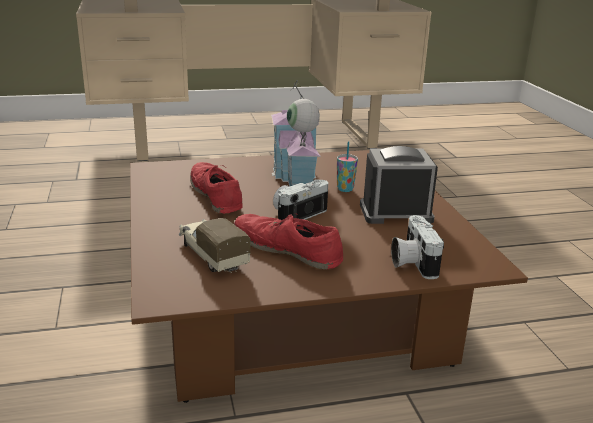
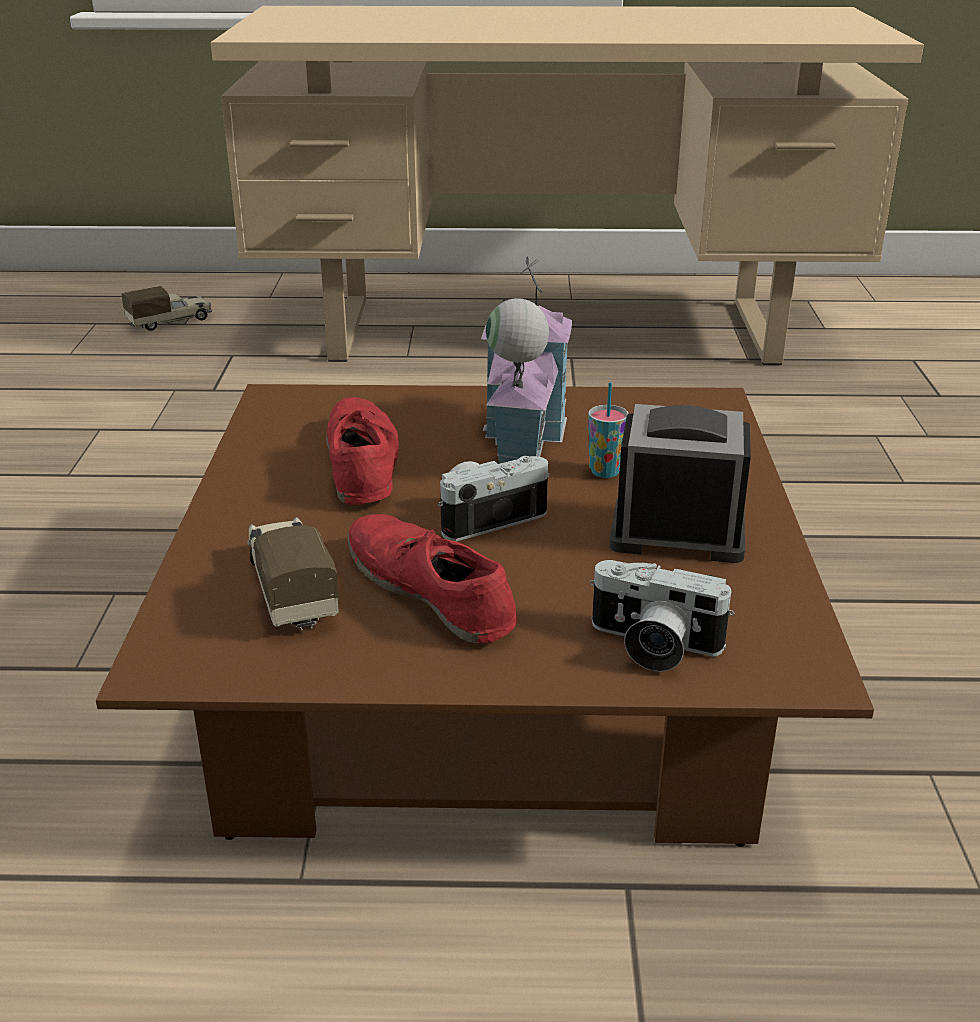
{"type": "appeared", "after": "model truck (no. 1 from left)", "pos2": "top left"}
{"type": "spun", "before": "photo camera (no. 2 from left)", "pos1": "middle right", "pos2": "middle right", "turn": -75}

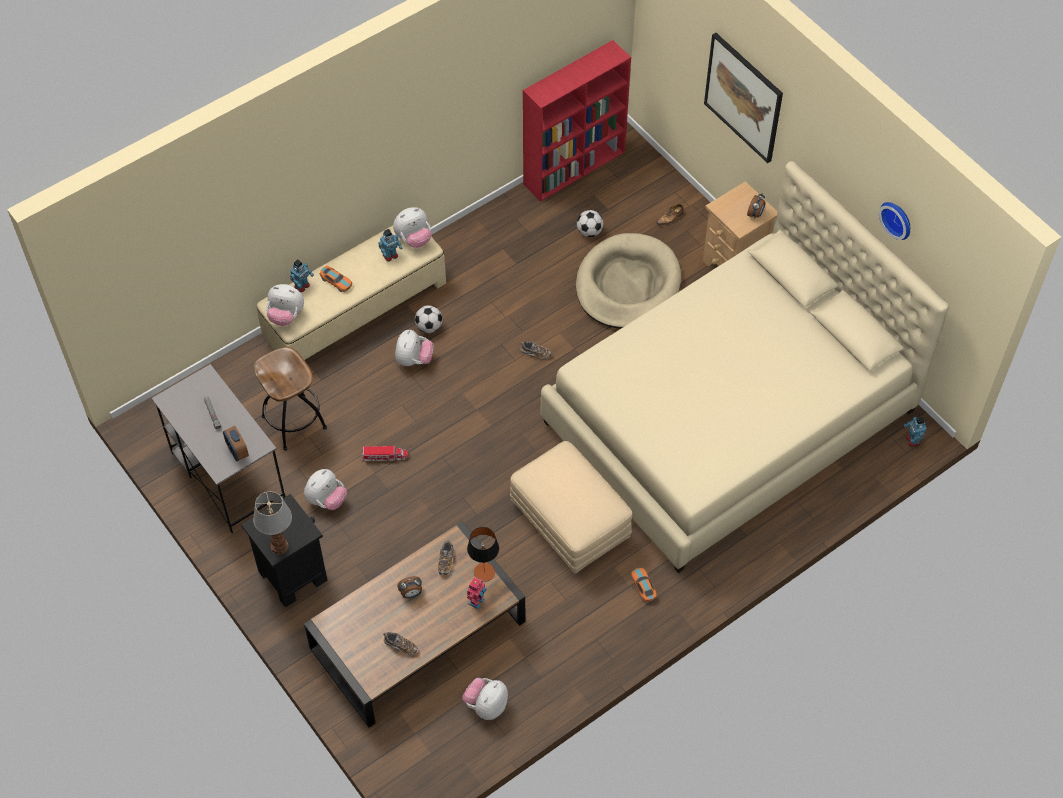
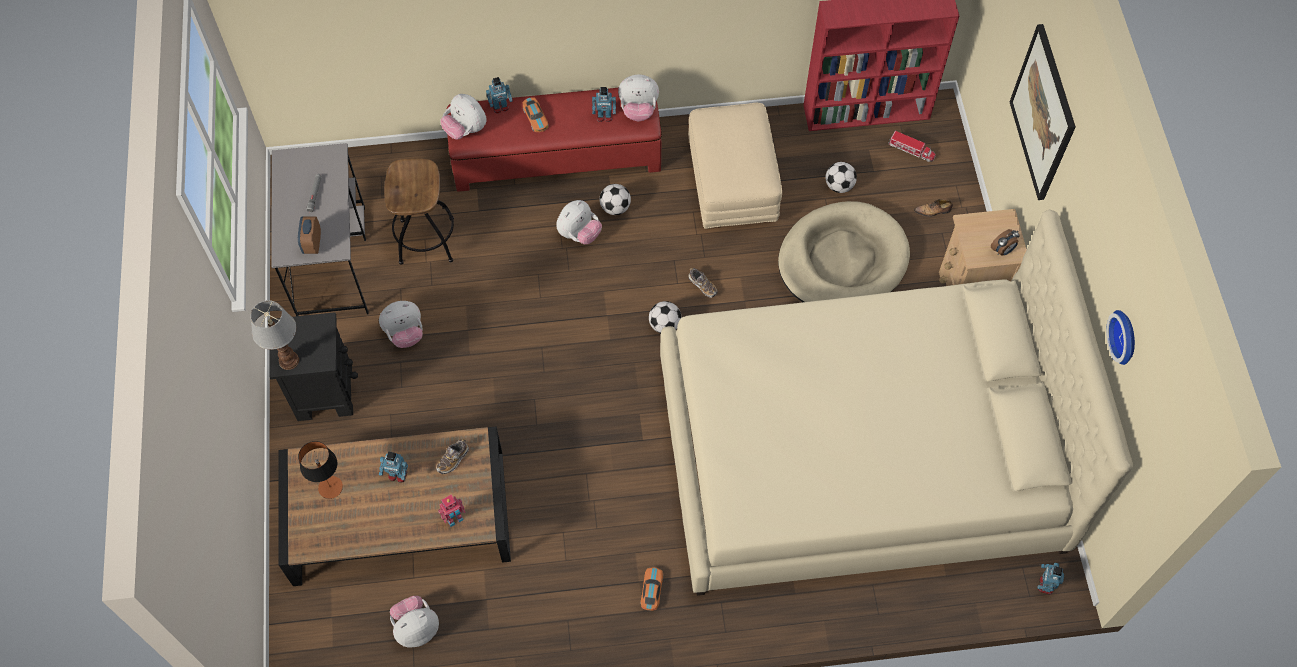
{"type": "missing", "before": "low shoe (no. 1 from left)", "pos1": "bottom centre"}
{"type": "appeared", "after": "ball for football (no. 2 from left)", "pos2": "centre"}
{"type": "relocated", "before": "model truck", "pos1": "centre", "pos2": "top right"}
{"type": "relocated", "before": "table lamp (no. 2 from left)", "pos1": "bottom centre", "pos2": "bottom left"}
{"type": "relocated", "before": "beige pouffe", "pos1": "centre", "pos2": "top centre"}
{"type": "exchanged", "before": "table clock (no. 2 from left)", "after": "toy robot (no. 1 from left)", "pos1": "bottom centre", "pos2": "bottom left"}
{"type": "colour", "before": "beige indoor bench", "after": "reddish indoor bench", "pos1": "middle left", "pos2": "top centre"}

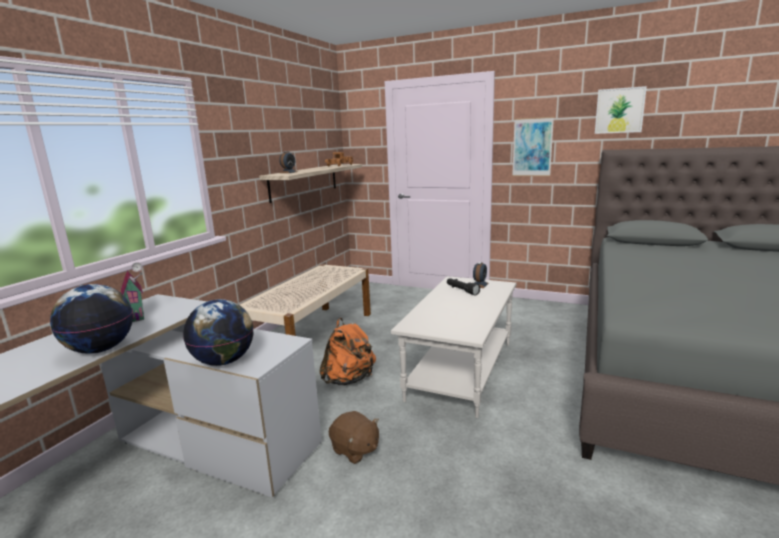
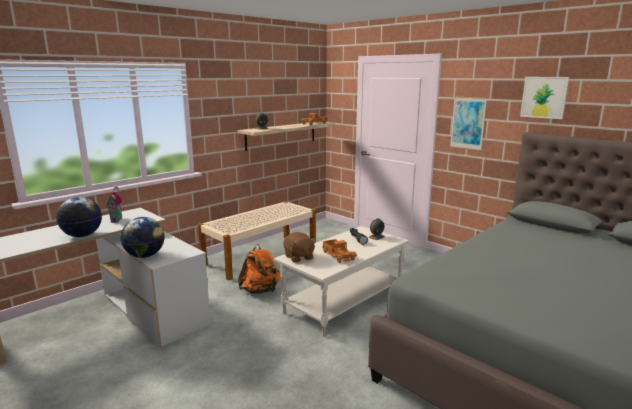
{"type": "appeared", "after": "model truck (no. 2 from left)", "pos2": "centre"}
{"type": "relocated", "before": "brown-coloured plush toy", "pos1": "bottom centre", "pos2": "centre"}

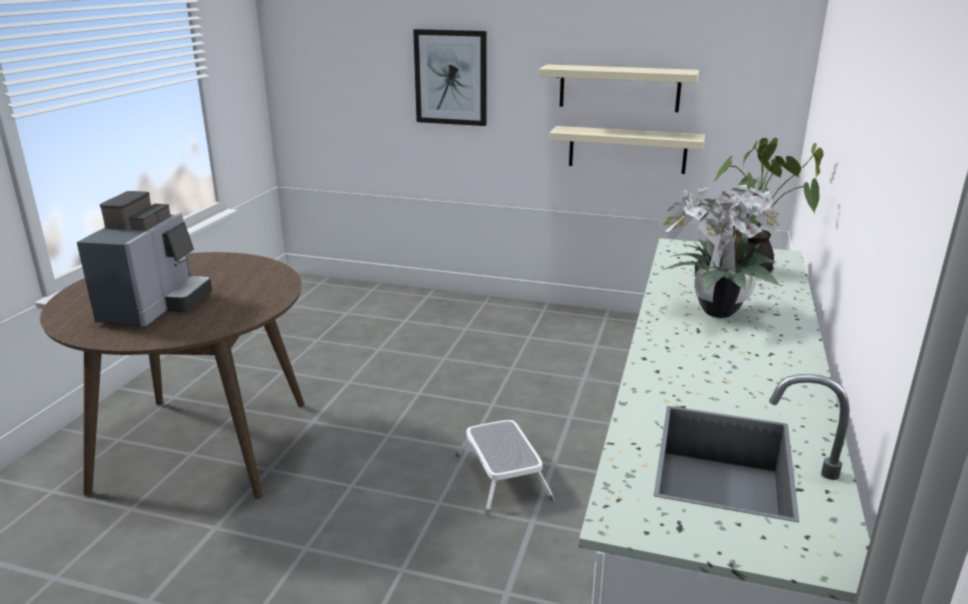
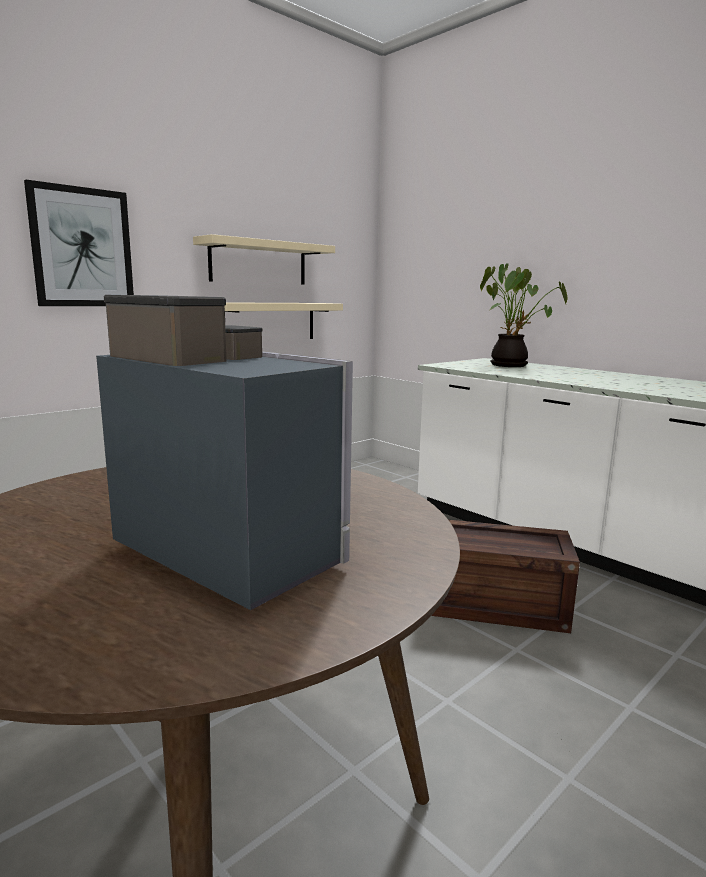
{"type": "missing", "before": "houseplant (no. 1 from left)", "pos1": "middle right"}
{"type": "exchanged", "before": "gray step ladder", "after": "crate", "pos1": "bottom centre", "pos2": "middle right"}

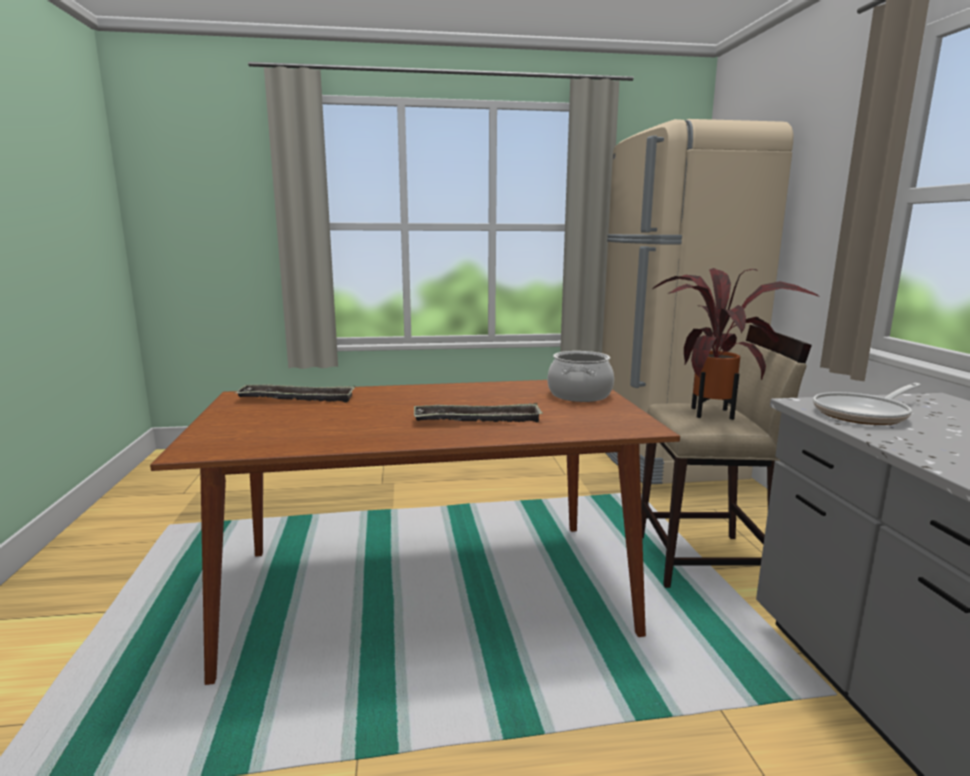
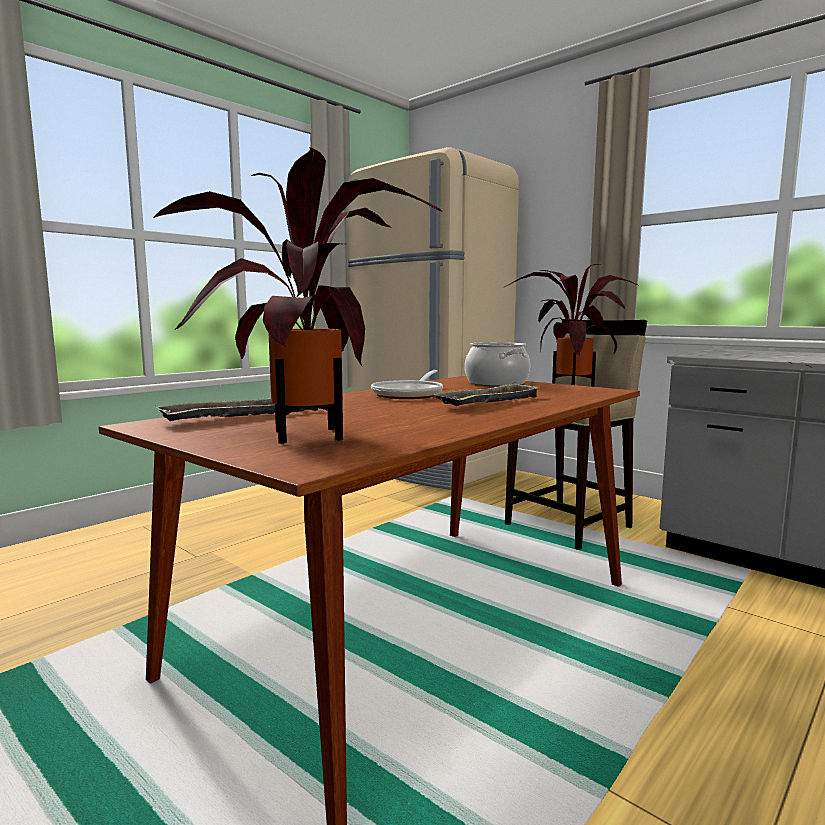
{"type": "appeared", "after": "houseplant (no. 1 from left)", "pos2": "centre"}
{"type": "relocated", "before": "frying pan", "pos1": "middle right", "pos2": "centre"}

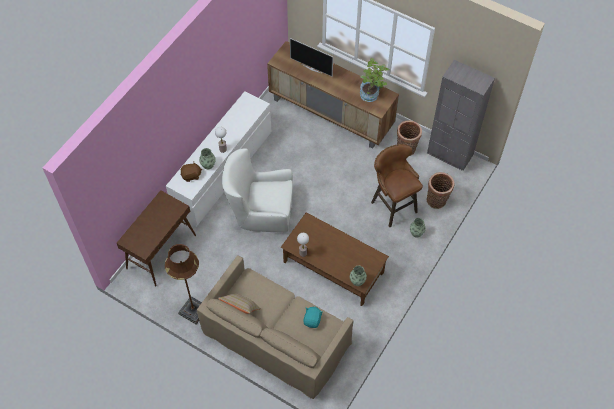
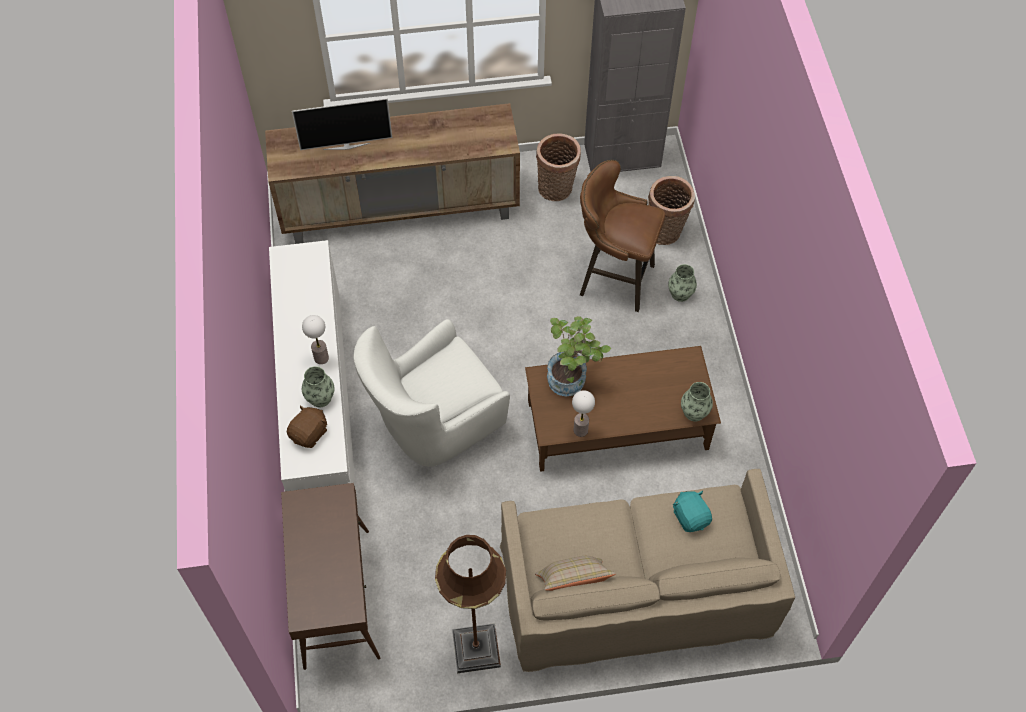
{"type": "relocated", "before": "houseplant", "pos1": "top centre", "pos2": "centre"}

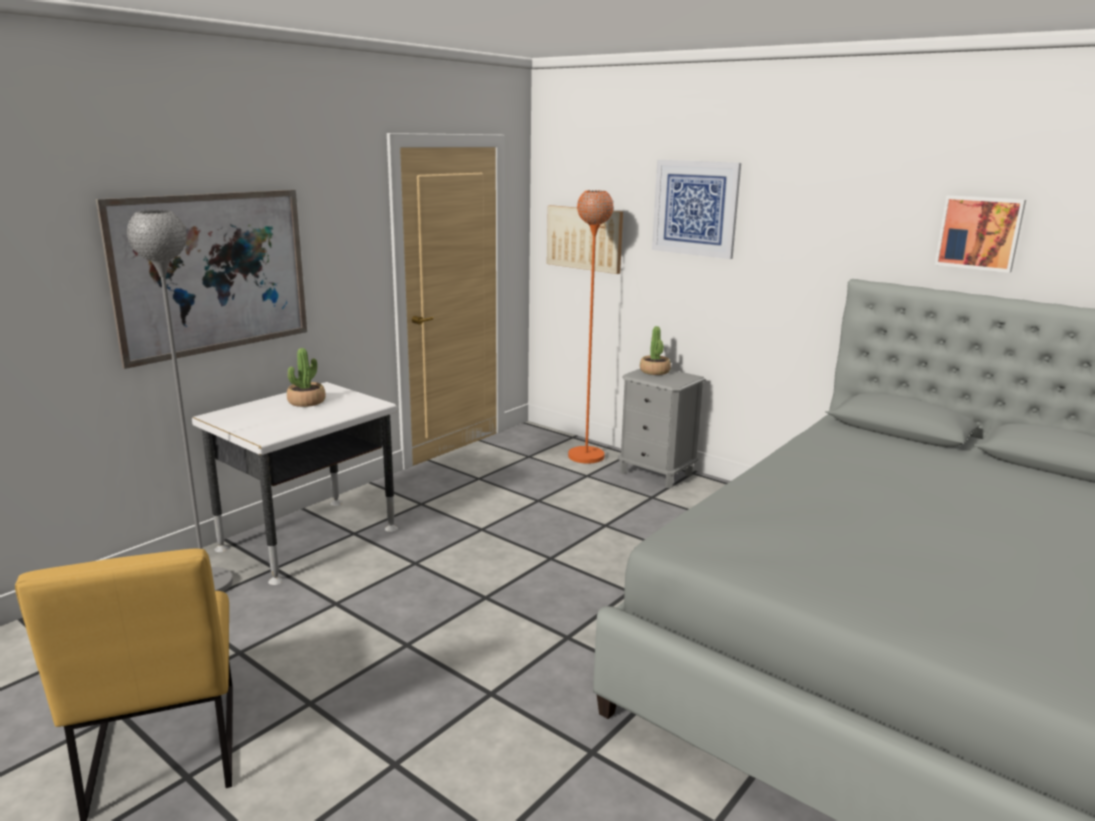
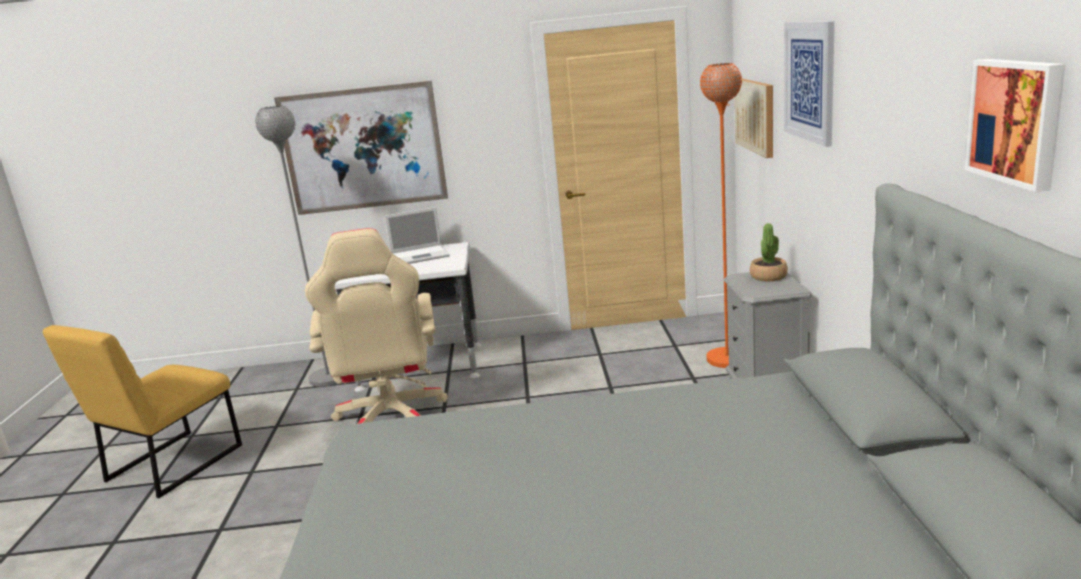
{"type": "appeared", "after": "beige desk chair", "pos2": "centre"}
{"type": "exchanged", "before": "houseplant (no. 1 from left)", "after": "laptop", "pos1": "middle left", "pos2": "centre"}

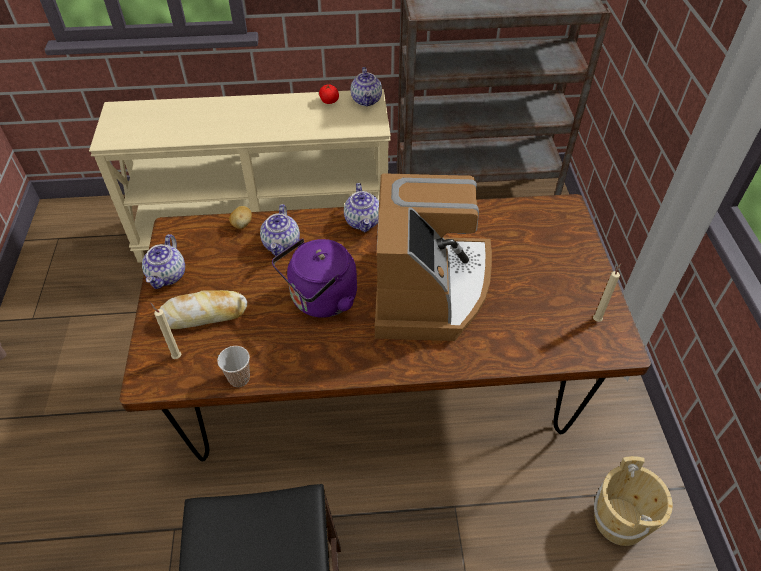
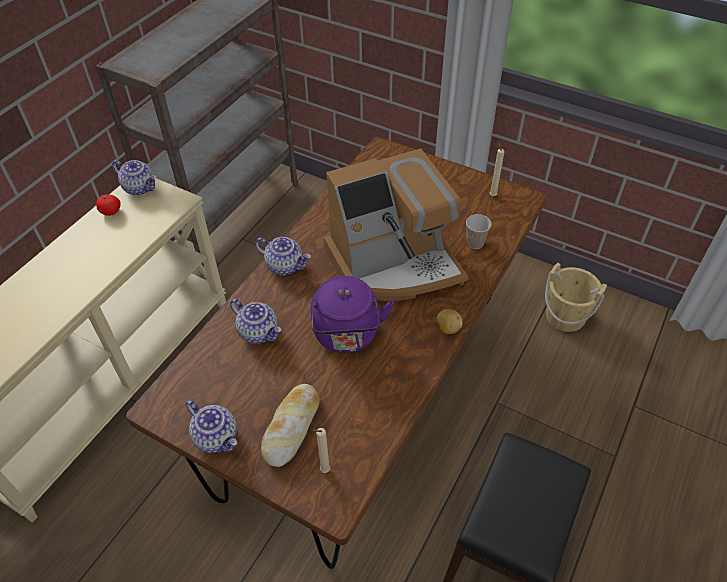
{"type": "relocated", "before": "drinking cup", "pos1": "middle left", "pos2": "centre"}
{"type": "relocated", "before": "spud", "pos1": "middle left", "pos2": "centre"}
{"type": "spun", "before": "coffee maker", "pos1": "centre", "pos2": "centre", "turn": 120}

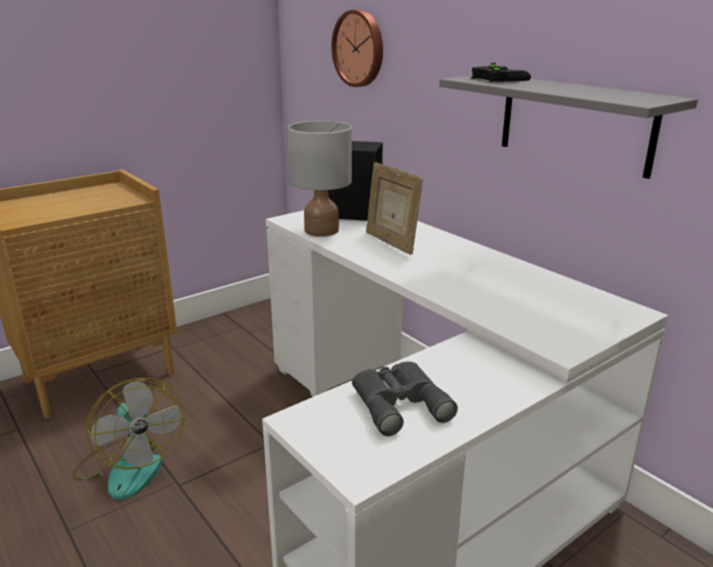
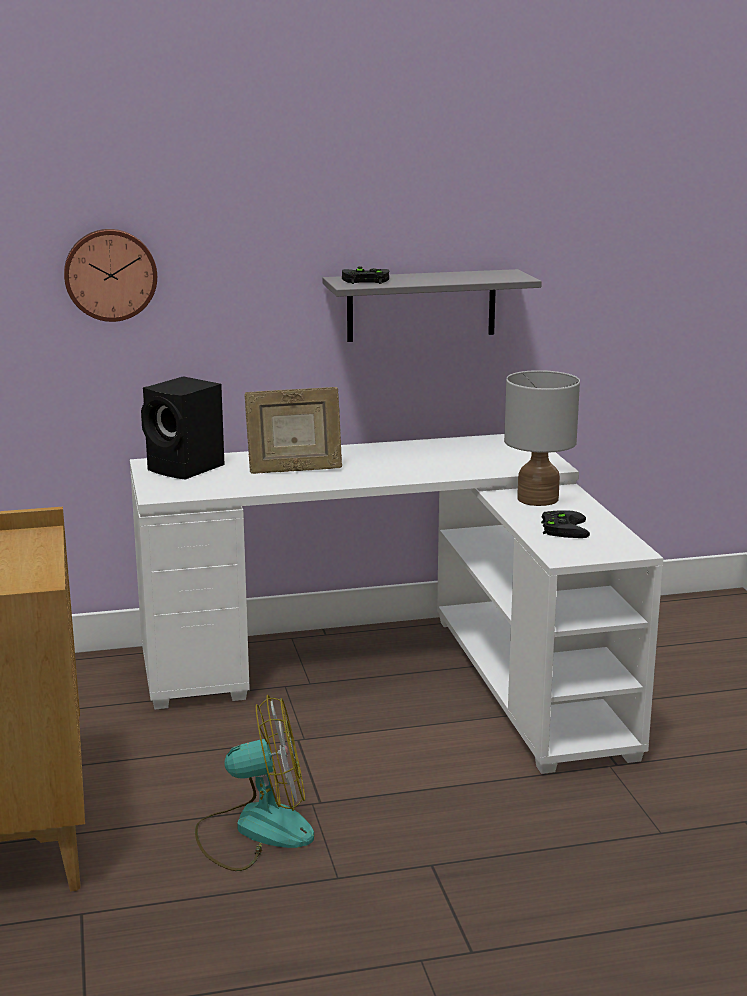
{"type": "relocated", "before": "gray table lamp", "pos1": "top centre", "pos2": "middle right"}
{"type": "exchanged", "before": "gray binoculars", "after": "blackish joypad (no. 2 from left)", "pos1": "bottom centre", "pos2": "middle right"}

